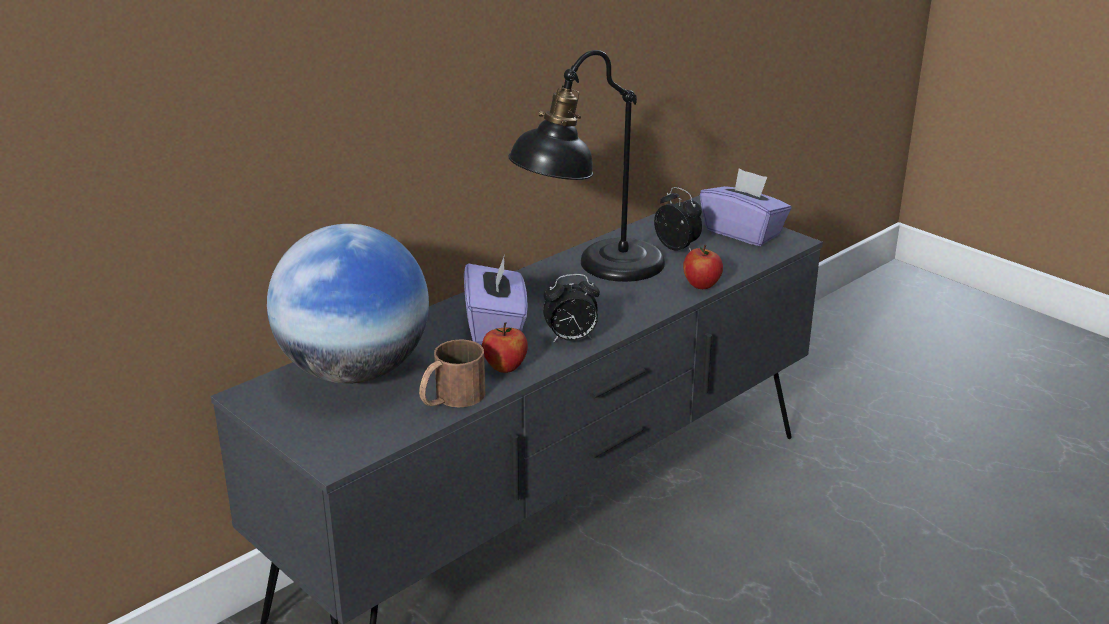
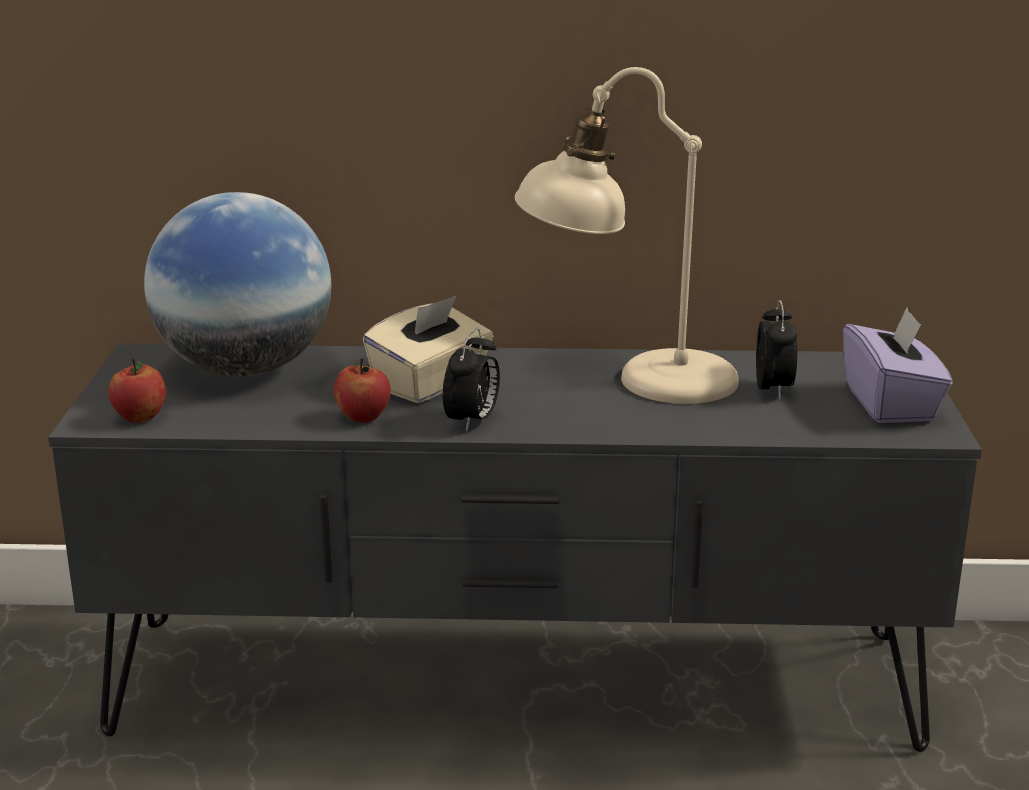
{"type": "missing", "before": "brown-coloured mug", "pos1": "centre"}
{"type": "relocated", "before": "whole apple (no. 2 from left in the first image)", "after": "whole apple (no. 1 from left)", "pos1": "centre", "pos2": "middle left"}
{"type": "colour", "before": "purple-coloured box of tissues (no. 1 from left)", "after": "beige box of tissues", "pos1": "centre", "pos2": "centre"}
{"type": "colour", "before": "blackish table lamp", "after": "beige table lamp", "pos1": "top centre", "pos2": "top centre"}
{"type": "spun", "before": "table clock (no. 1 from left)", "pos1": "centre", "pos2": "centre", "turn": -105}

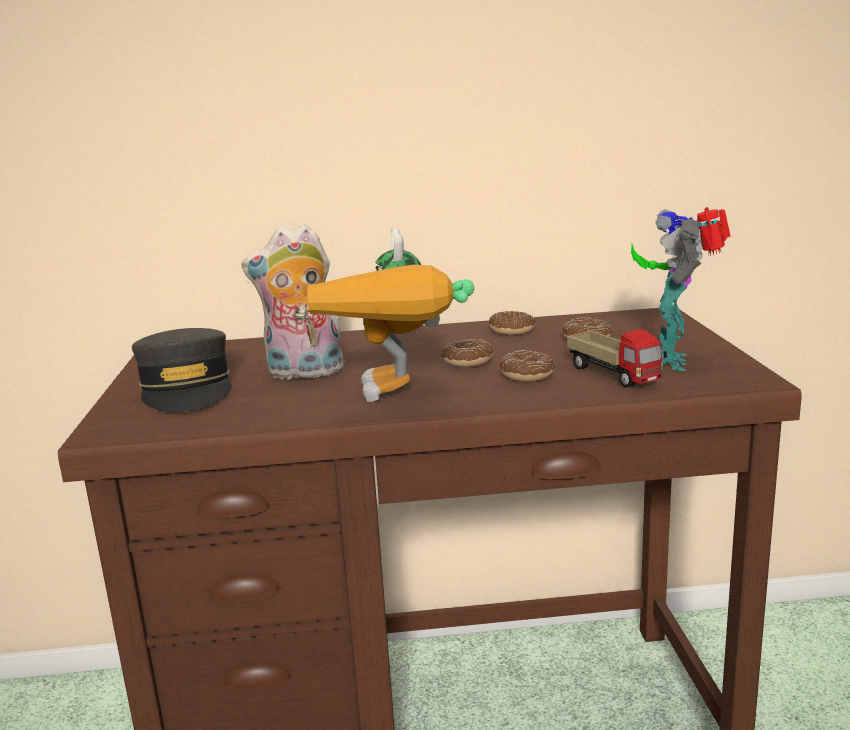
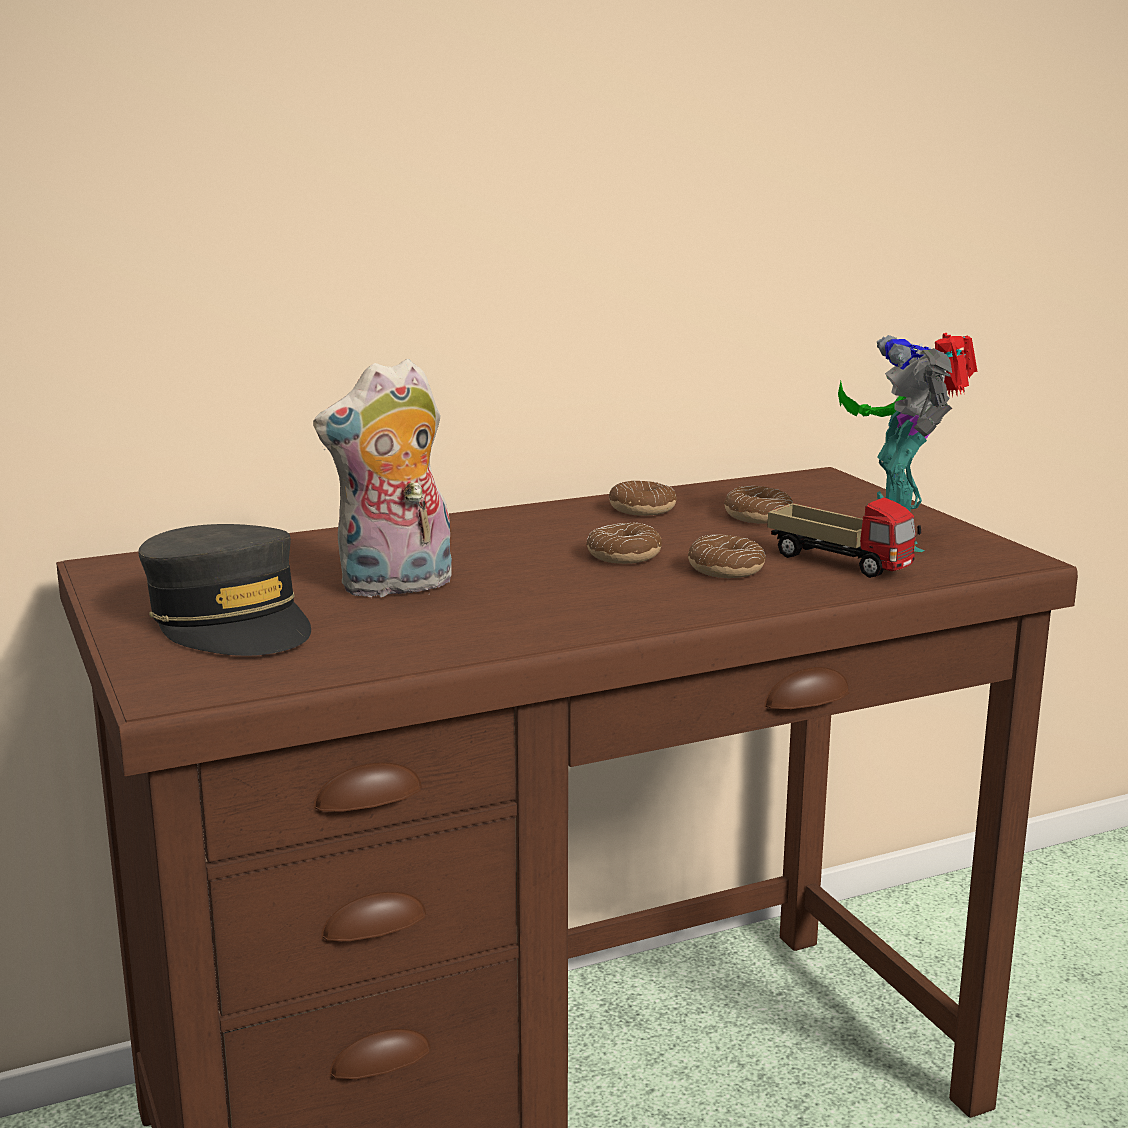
{"type": "missing", "before": "toy robot (no. 1 from left)", "pos1": "centre"}

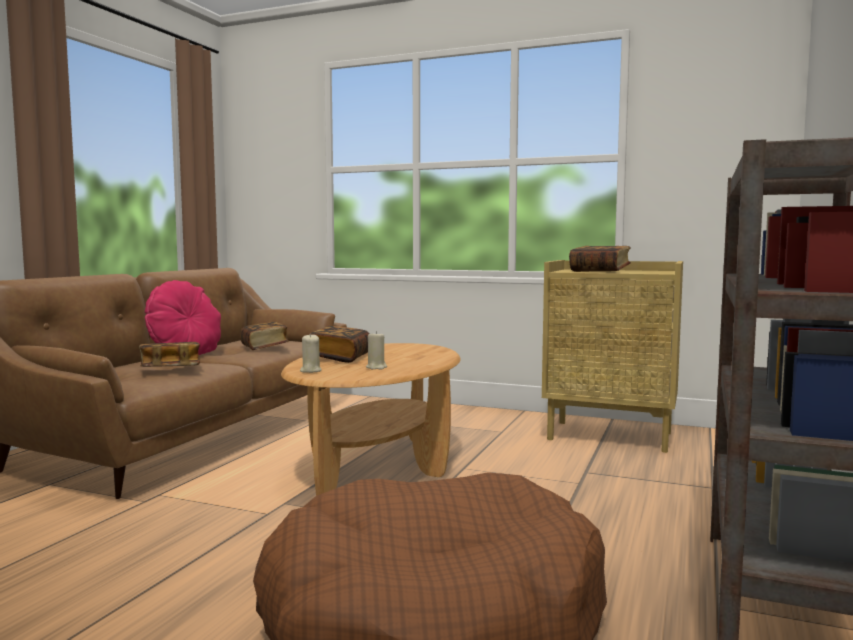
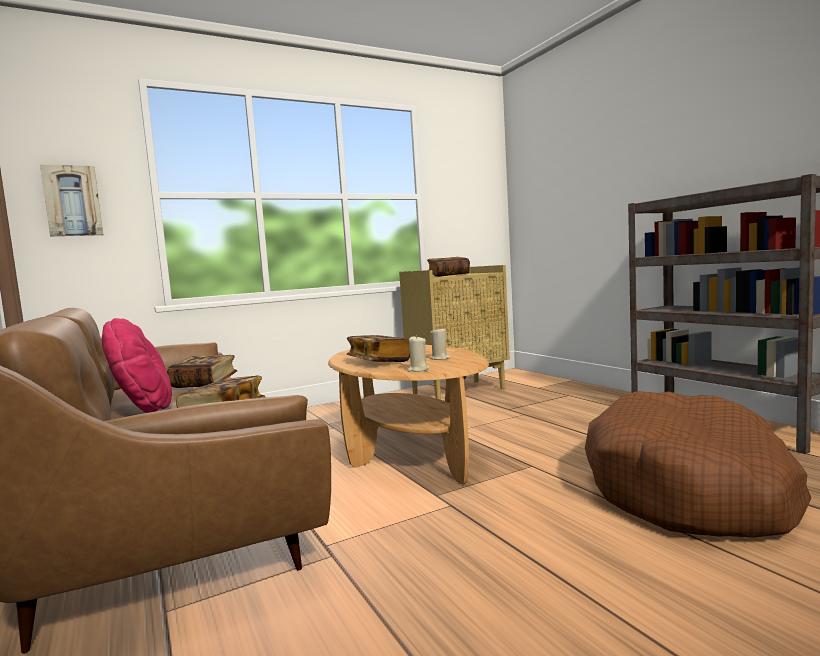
{"type": "appeared", "after": "wall art", "pos2": "top left"}

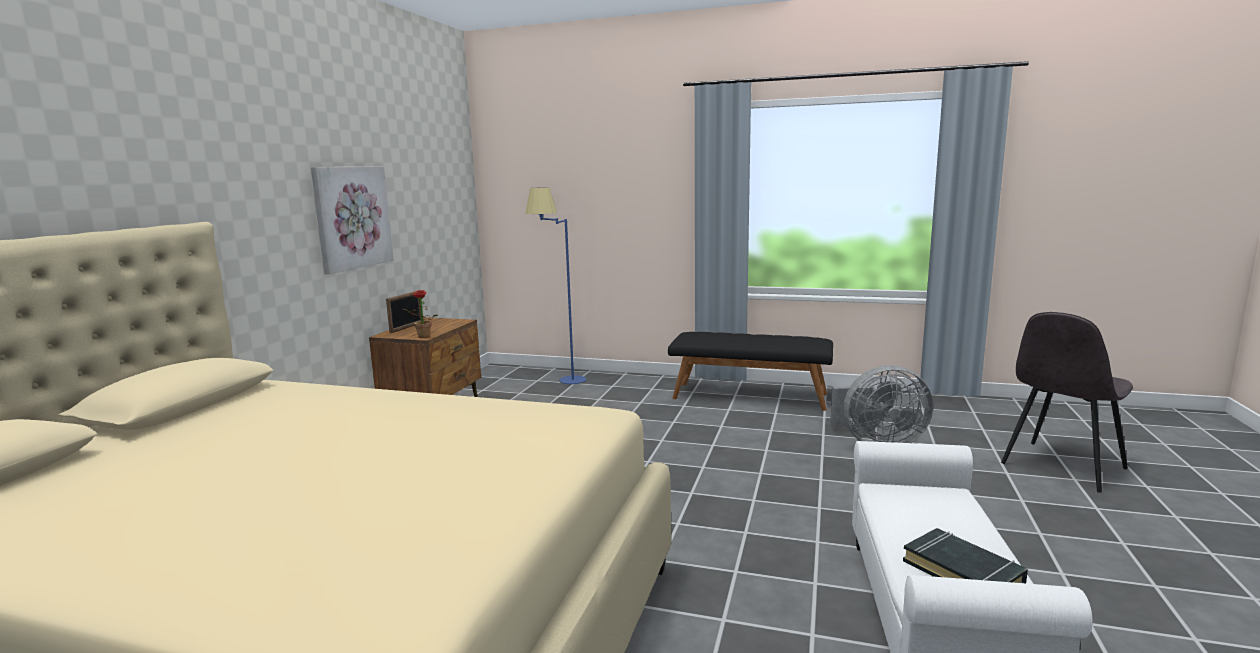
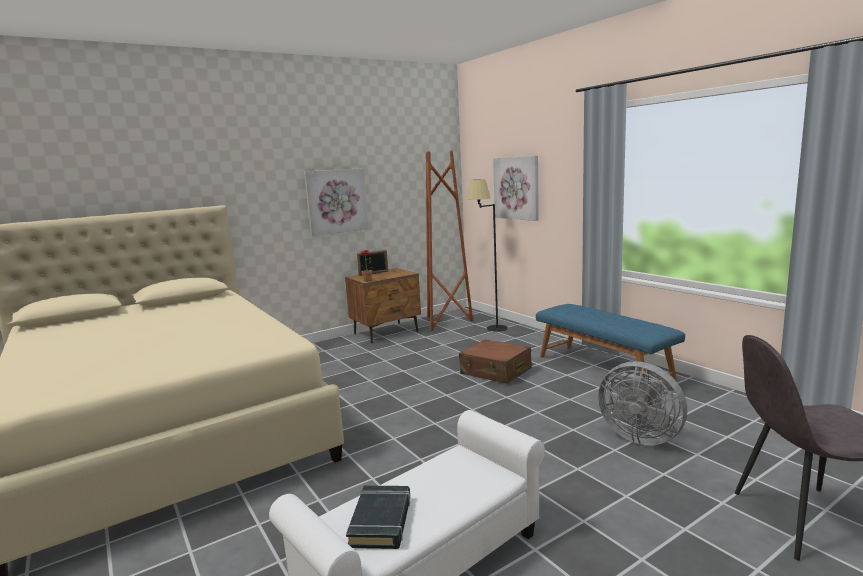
{"type": "appeared", "after": "brown-coloured garment stand", "pos2": "centre"}
{"type": "appeared", "after": "brown-coloured suitcase", "pos2": "centre"}
{"type": "appeared", "after": "wall art (no. 2 from left)", "pos2": "top centre"}
{"type": "colour", "before": "blue-coloured standard lamp", "after": "blackish standard lamp", "pos1": "centre", "pos2": "centre"}
{"type": "colour", "before": "blackish indoor bench", "after": "blue-coloured indoor bench", "pos1": "centre", "pos2": "middle right"}

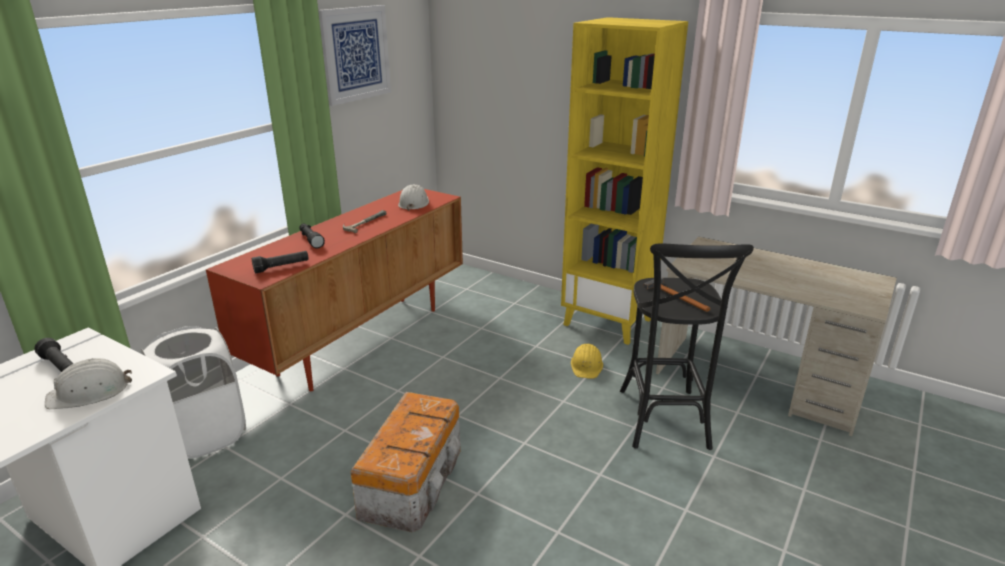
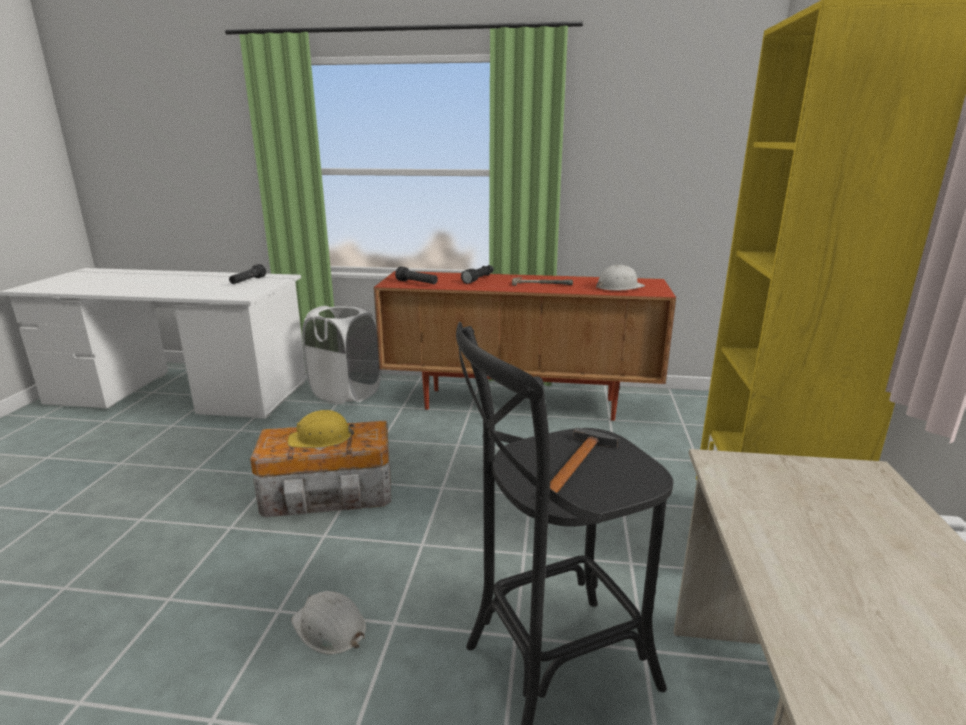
{"type": "missing", "before": "wall art", "pos1": "top centre"}
{"type": "relocated", "before": "white-coloured safety helmet (no. 1 from left)", "pos1": "bottom left", "pos2": "bottom centre"}
{"type": "relocated", "before": "yellow-coloured safety helmet", "pos1": "centre", "pos2": "middle left"}

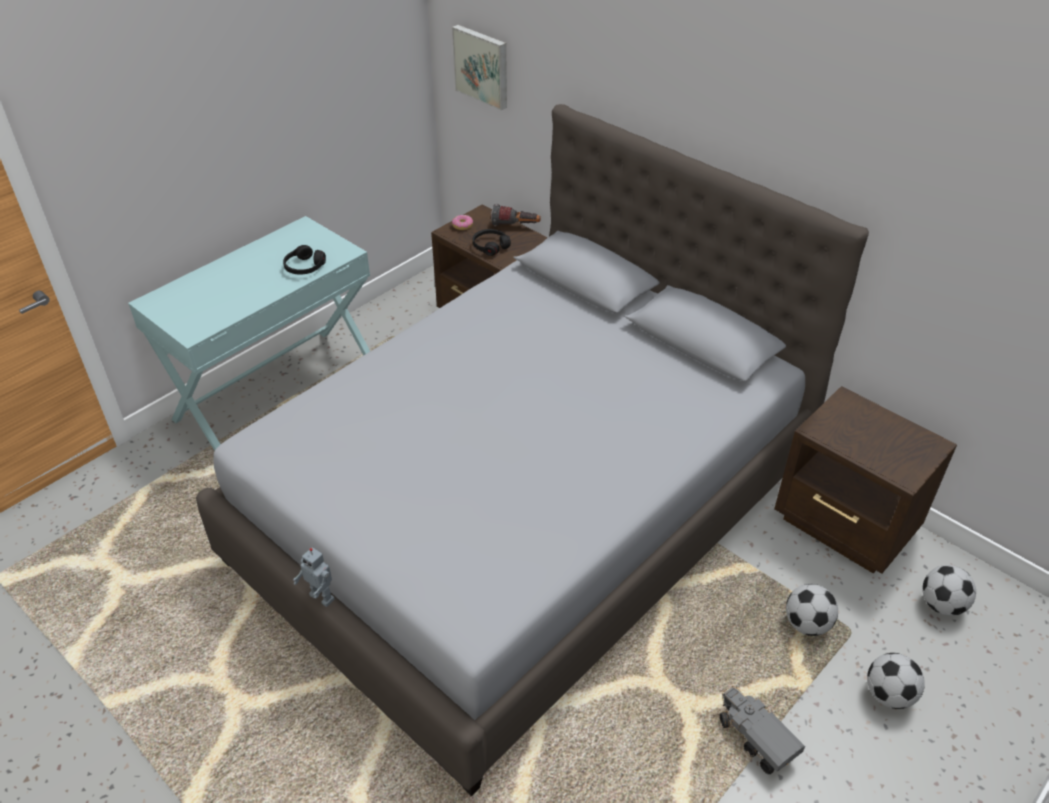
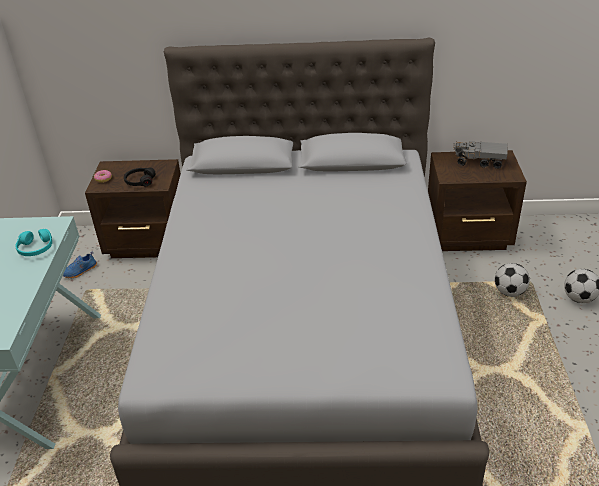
{"type": "missing", "before": "toy robot", "pos1": "bottom left"}
{"type": "missing", "before": "wall art", "pos1": "top centre"}
{"type": "missing", "before": "hand torch", "pos1": "top centre"}
{"type": "missing", "before": "ball for football (no. 3 from left)", "pos1": "bottom right"}
{"type": "appeared", "after": "blue-coloured low shoe", "pos2": "middle left"}
{"type": "relocated", "before": "model truck", "pos1": "bottom right", "pos2": "top right"}
{"type": "colour", "before": "blackish headset (no. 1 from left)", "after": "blue-green headset", "pos1": "top left", "pos2": "middle left"}

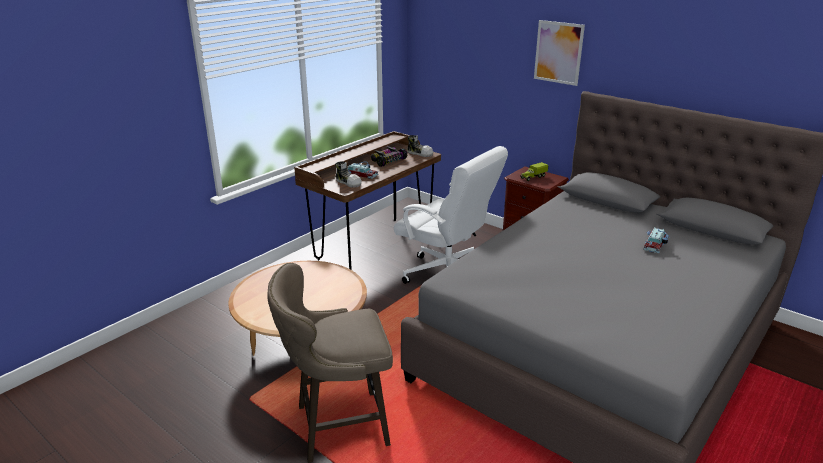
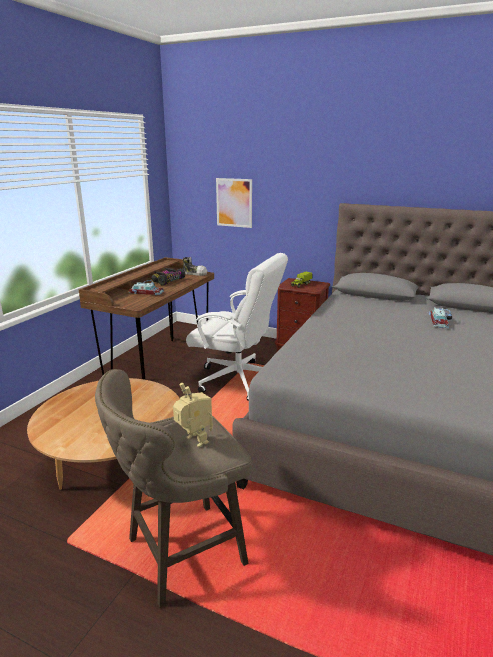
{"type": "missing", "before": "low shoe (no. 1 from left)", "pos1": "centre"}
{"type": "appeared", "after": "toy robot", "pos2": "centre"}
{"type": "relocated", "before": "wall art", "pos1": "top right", "pos2": "top centre"}

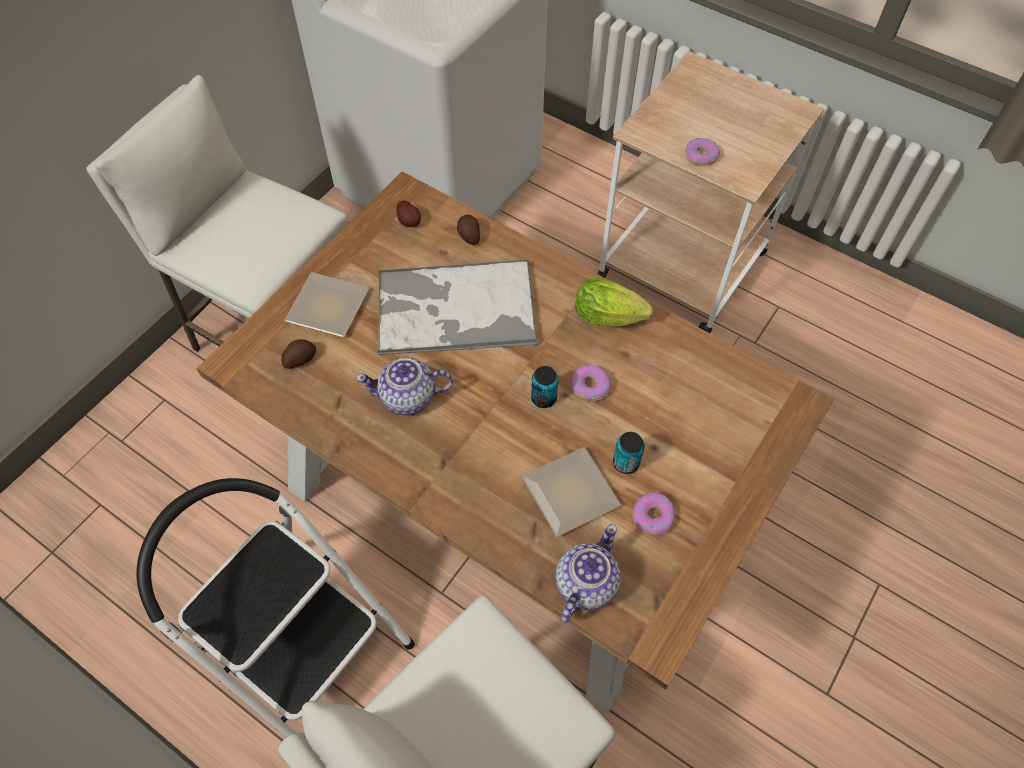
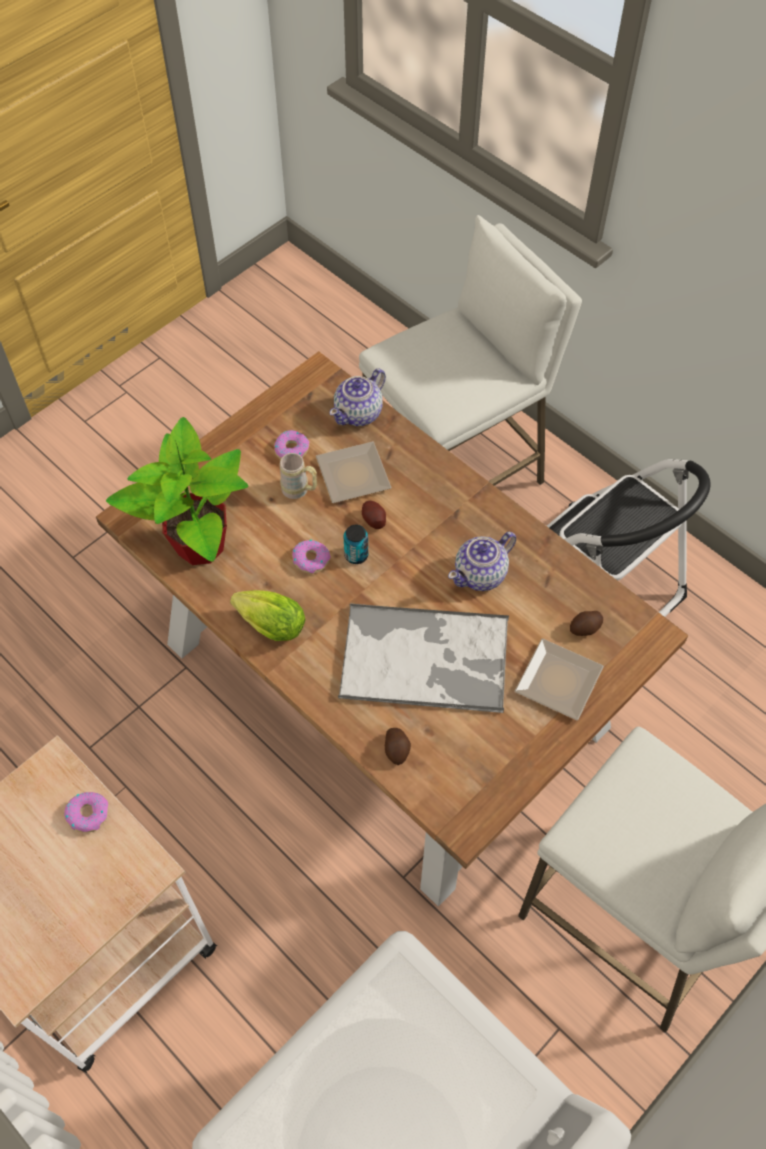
{"type": "appeared", "after": "houseplant", "pos2": "middle left"}
{"type": "relocated", "before": "spud (no. 2 from left in the first image)", "after": "spud (no. 1 from left)", "pos1": "top centre", "pos2": "centre"}
{"type": "exchanged", "before": "metal can (no. 2 from left)", "after": "beige mug", "pos1": "centre", "pos2": "centre"}
{"type": "spun", "before": "pot for tea (no. 1 from left in the first image)", "pos1": "centre", "pos2": "centre", "turn": 135}

